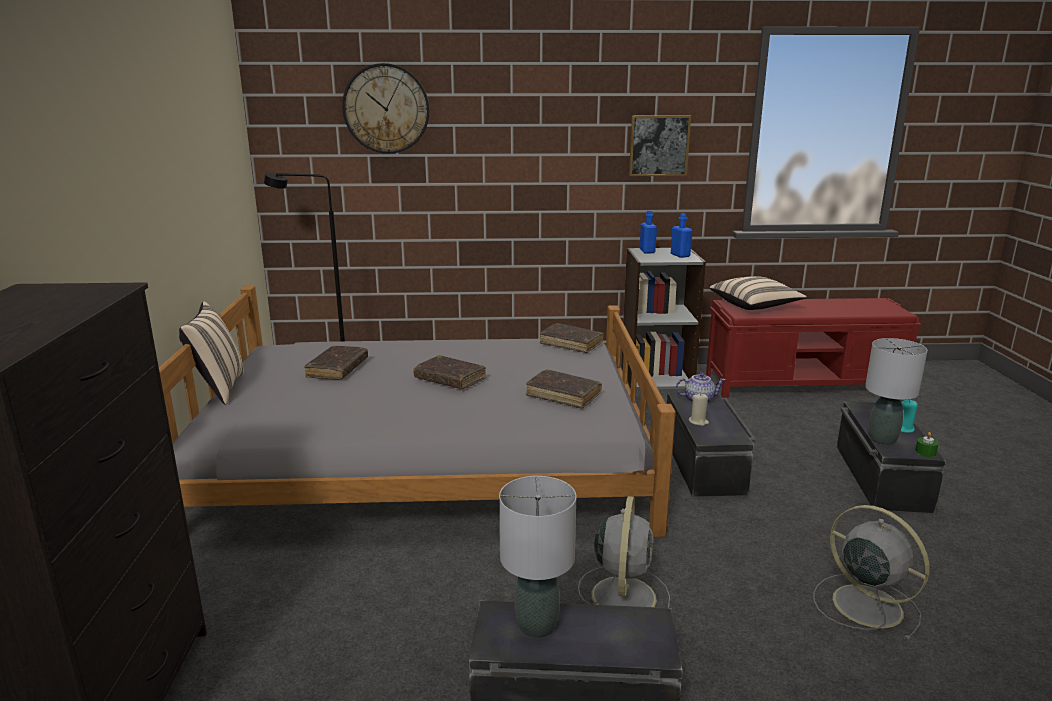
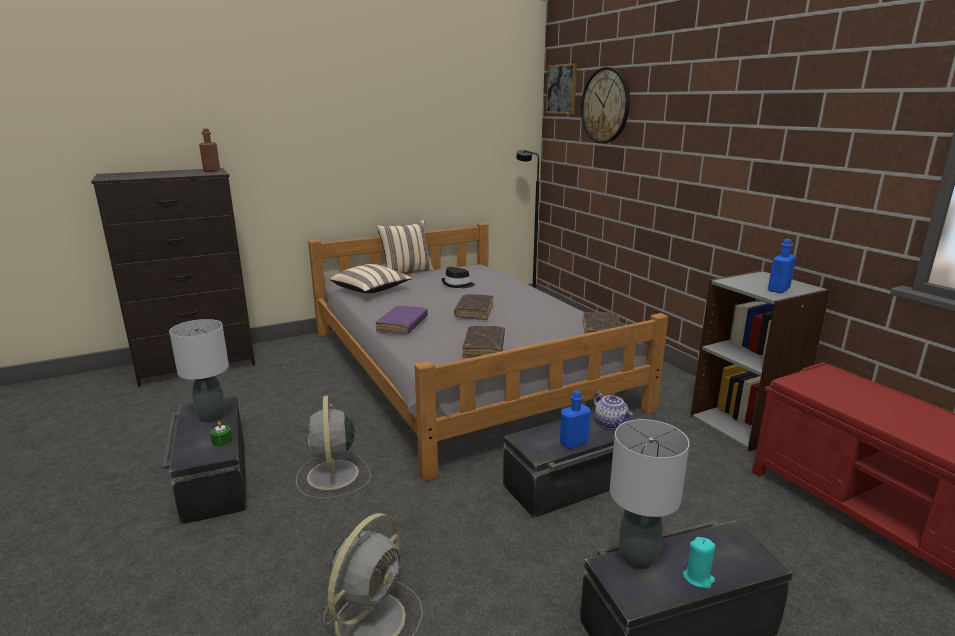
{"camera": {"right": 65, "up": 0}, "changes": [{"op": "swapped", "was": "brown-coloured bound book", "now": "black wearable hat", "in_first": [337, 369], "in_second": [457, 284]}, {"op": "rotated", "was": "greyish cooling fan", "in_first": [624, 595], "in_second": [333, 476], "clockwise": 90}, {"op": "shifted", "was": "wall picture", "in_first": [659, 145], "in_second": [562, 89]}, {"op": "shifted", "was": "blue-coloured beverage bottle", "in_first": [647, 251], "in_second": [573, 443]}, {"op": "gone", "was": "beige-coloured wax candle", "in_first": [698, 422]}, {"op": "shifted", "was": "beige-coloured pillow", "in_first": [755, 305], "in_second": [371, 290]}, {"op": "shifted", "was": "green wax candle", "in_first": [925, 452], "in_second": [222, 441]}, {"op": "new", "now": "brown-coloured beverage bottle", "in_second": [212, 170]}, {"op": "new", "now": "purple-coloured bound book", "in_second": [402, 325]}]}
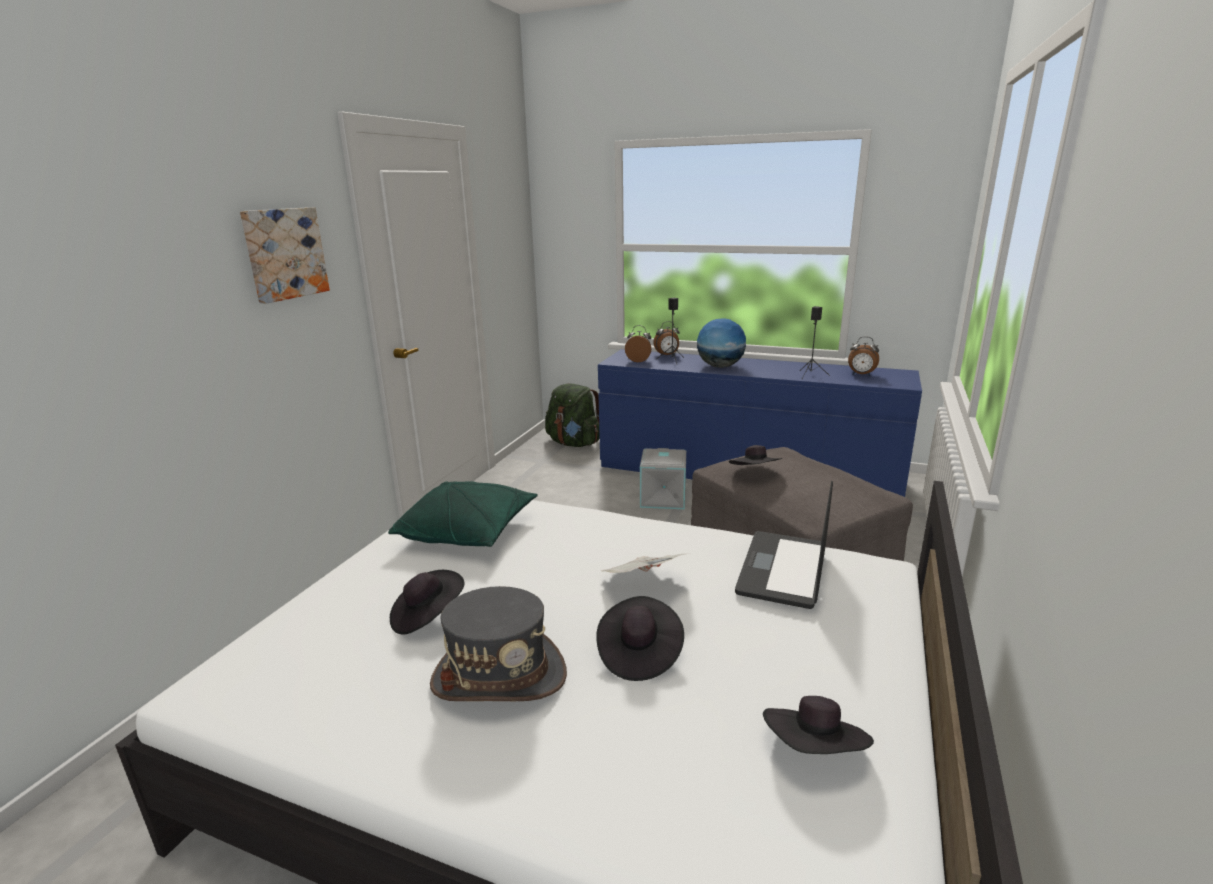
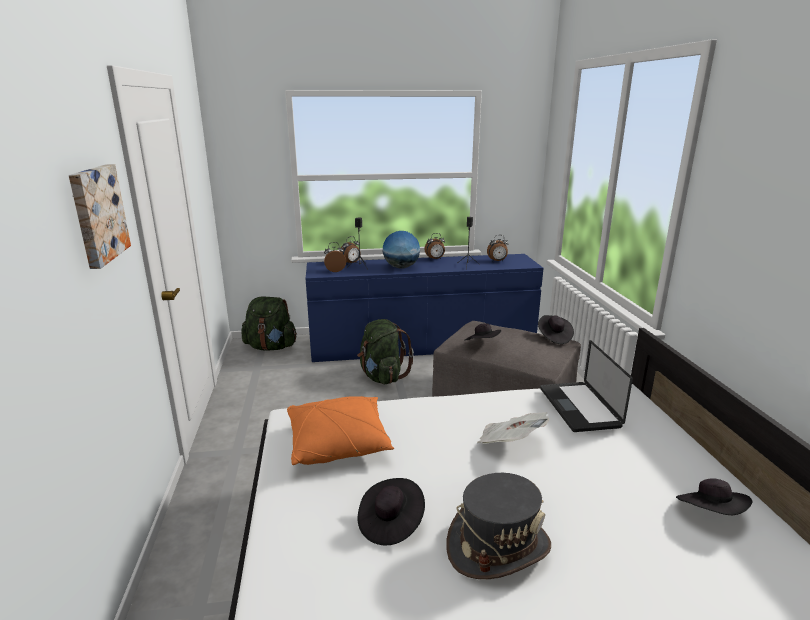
{"camera": {"right": -30, "up": 0}, "changes": [{"op": "repainted", "was": "green pillow", "now": "orangey pillow", "in_first": [468, 531], "in_second": [338, 443]}, {"op": "shifted", "was": "black wearable hat", "in_first": [639, 654], "in_second": [554, 337]}, {"op": "swapped", "was": "greyish storage bin", "now": "green rucksack", "in_first": [664, 498], "in_second": [382, 377]}, {"op": "new", "now": "bedside clock", "in_second": [435, 259]}]}
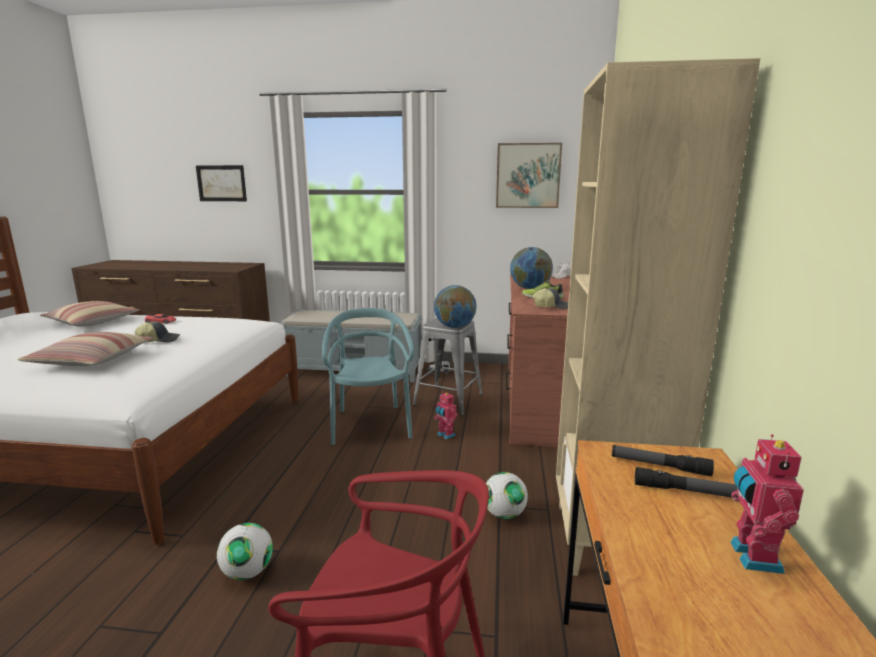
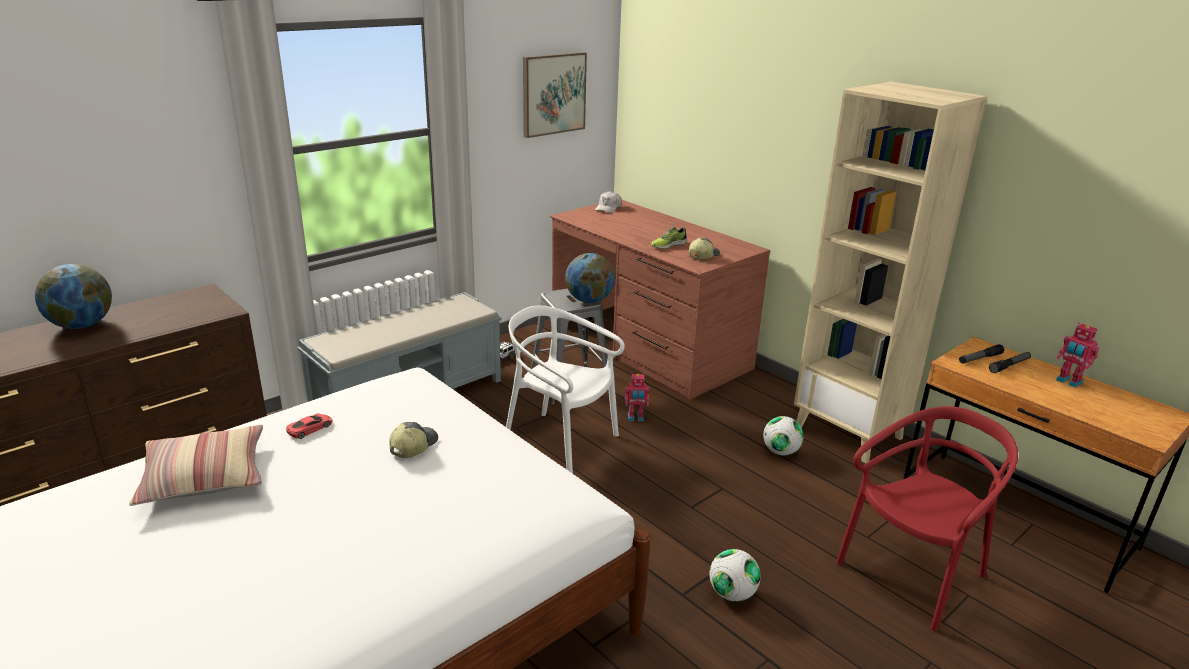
{"camera": {"right": -50, "up": 10}, "changes": [{"op": "gone", "was": "pillow", "in_first": [91, 360]}, {"op": "gone", "was": "wall picture", "in_first": [221, 183]}, {"op": "repainted", "was": "turquoise upright chair", "now": "white upright chair", "in_first": [370, 425], "in_second": [560, 443]}, {"op": "shifted", "was": "globe", "in_first": [530, 288], "in_second": [82, 325]}]}
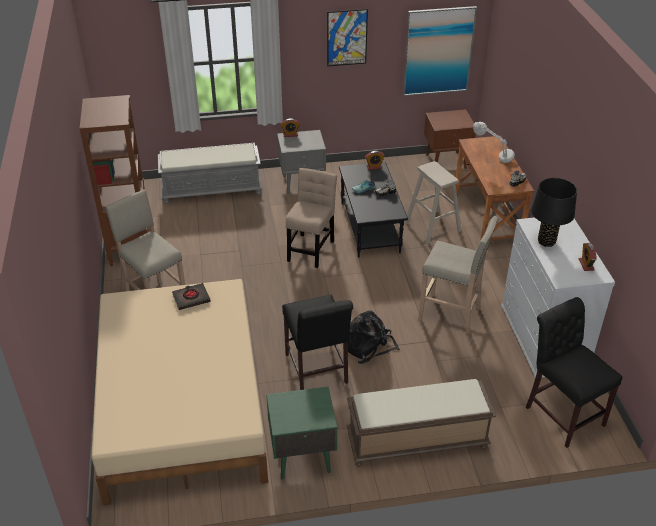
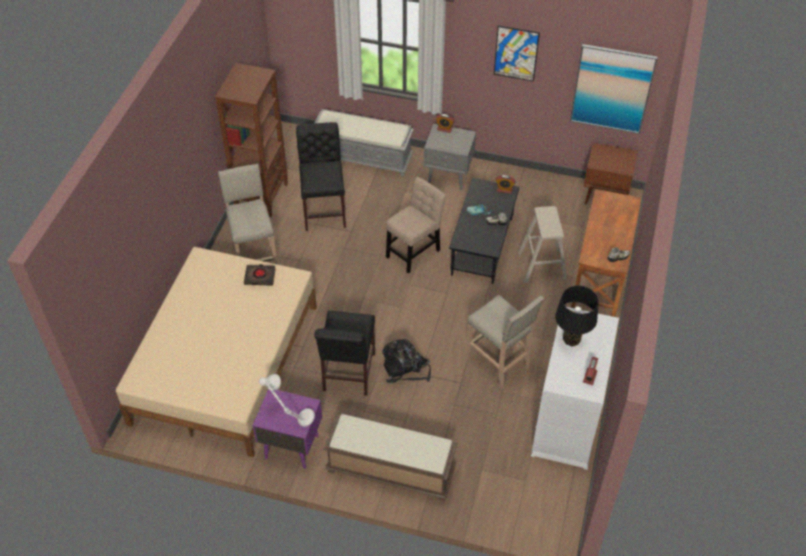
{"camera": {"right": 25, "up": 10}, "changes": [{"op": "repainted", "was": "green nightstand", "now": "purple-coloured nightstand", "in_first": [301, 456], "in_second": [291, 446]}, {"op": "shifted", "was": "greyish tabletop lamp", "in_first": [491, 161], "in_second": [289, 416]}, {"op": "shifted", "was": "black upright chair", "in_first": [562, 413], "in_second": [324, 210]}]}
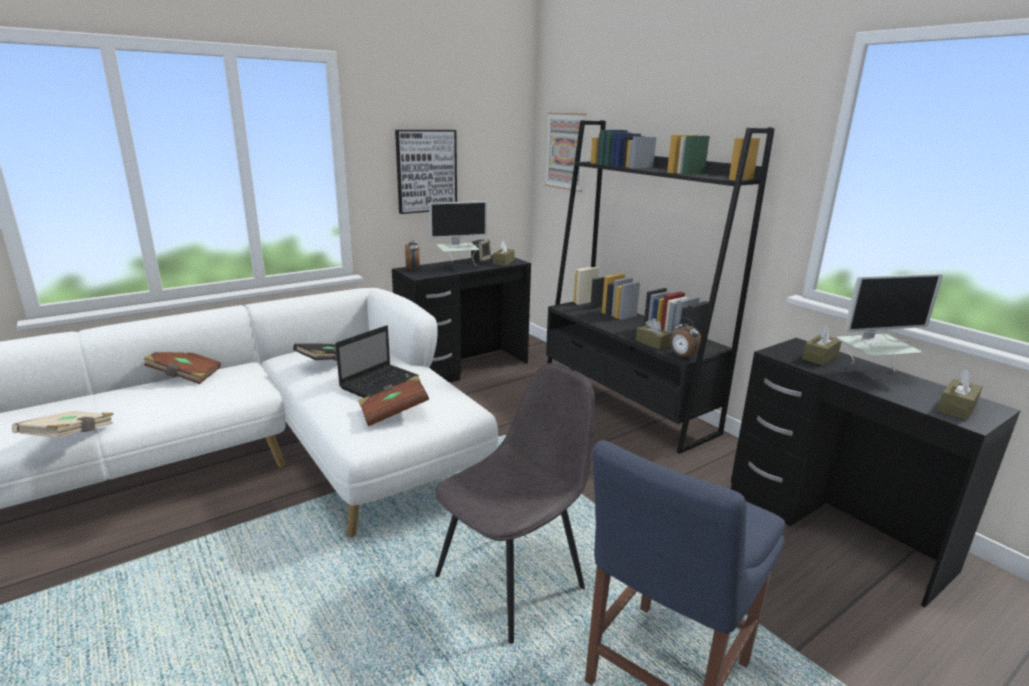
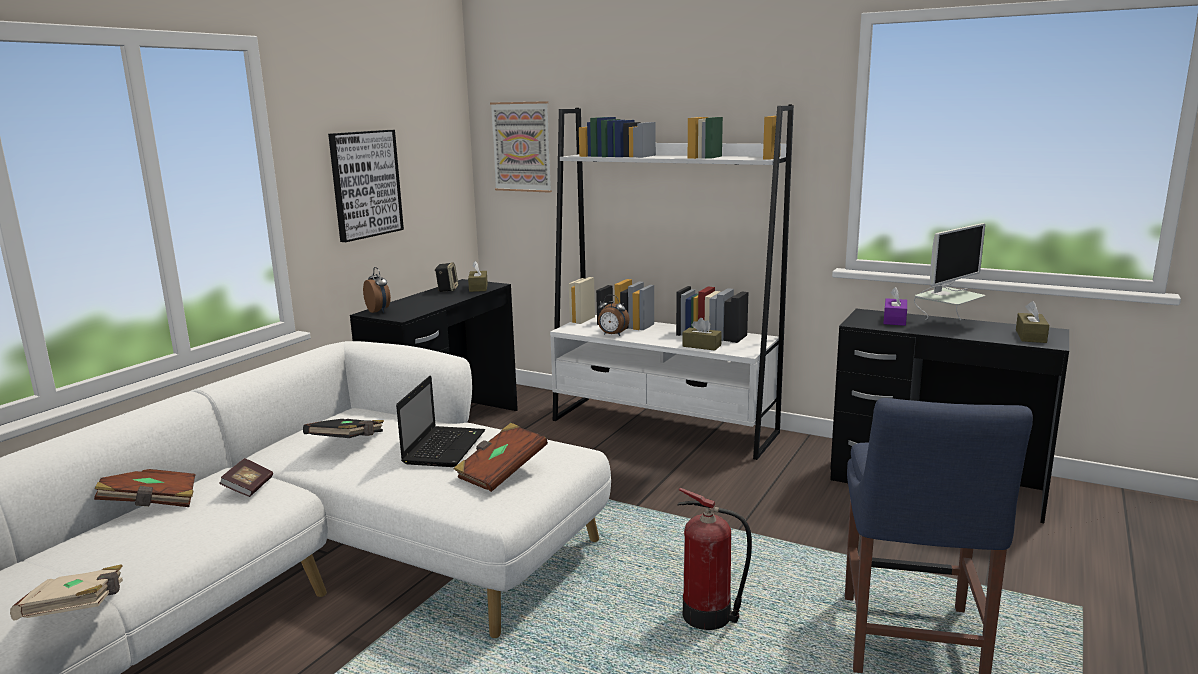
{"camera": {"right": -25, "up": -5}, "changes": [{"op": "gone", "was": "computer display", "in_first": [458, 267]}, {"op": "swapped", "was": "greyish upright chair", "now": "fire extinguisher", "in_first": [512, 580], "in_second": [709, 617]}, {"op": "repainted", "was": "black bookshelf", "now": "white bookshelf", "in_first": [626, 403], "in_second": [663, 426]}, {"op": "shifted", "was": "bedside clock", "in_first": [682, 356], "in_second": [612, 335]}, {"op": "repainted", "was": "brown-coloured box of tissues", "now": "purple-coloured box of tissues", "in_first": [820, 357], "in_second": [894, 320]}, {"op": "new", "now": "bound book", "in_second": [248, 488]}]}
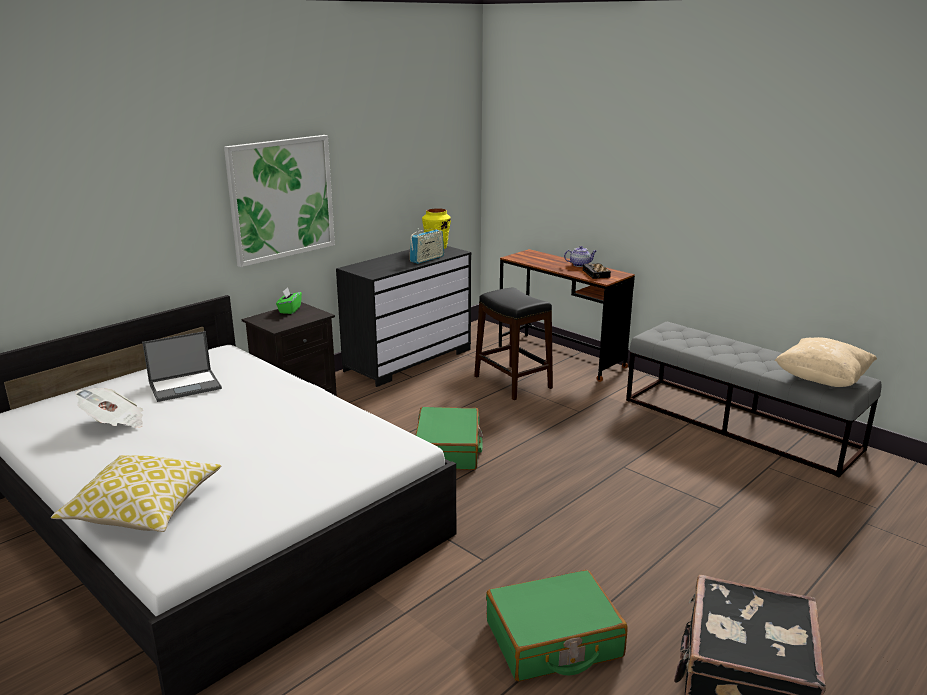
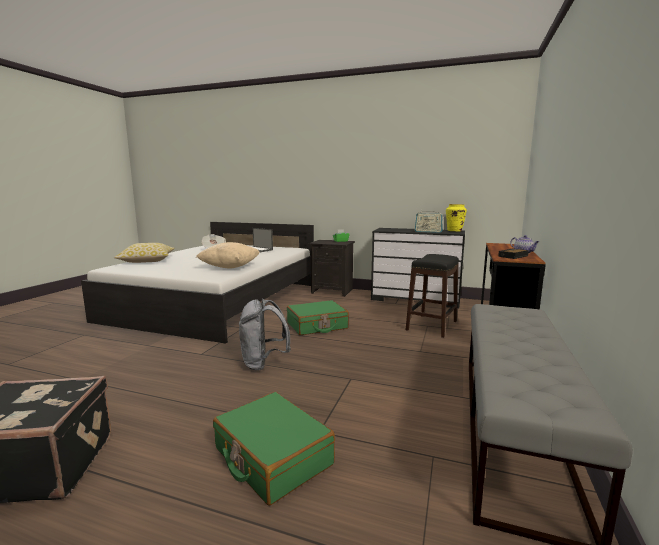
{"camera": {"right": 65, "up": -10}, "changes": [{"op": "gone", "was": "wall picture", "in_first": [281, 199]}, {"op": "shifted", "was": "green suitcase", "in_first": [553, 640], "in_second": [272, 457]}, {"op": "shifted", "was": "beige-coloured pillow", "in_first": [821, 380], "in_second": [230, 267]}, {"op": "new", "now": "greyish rucksack", "in_second": [263, 363]}]}
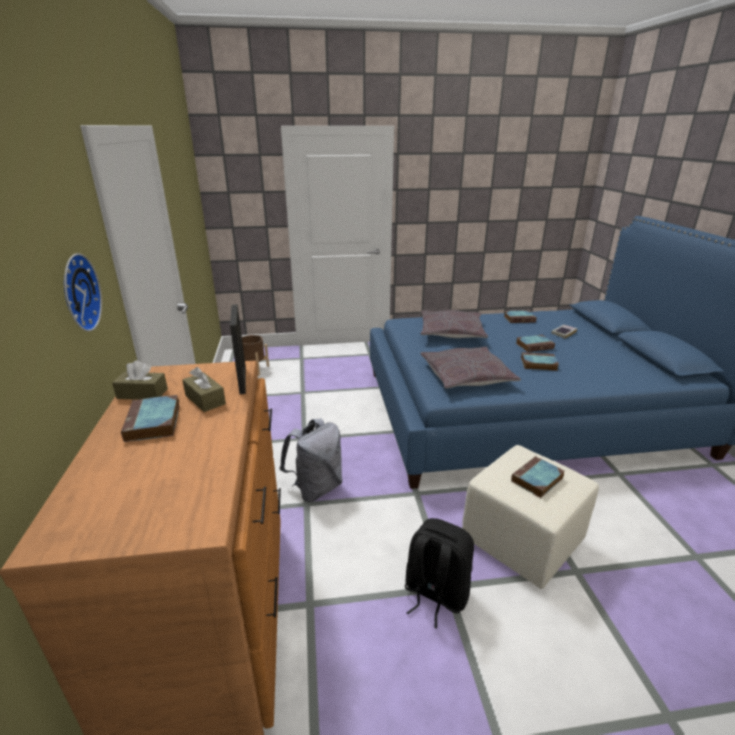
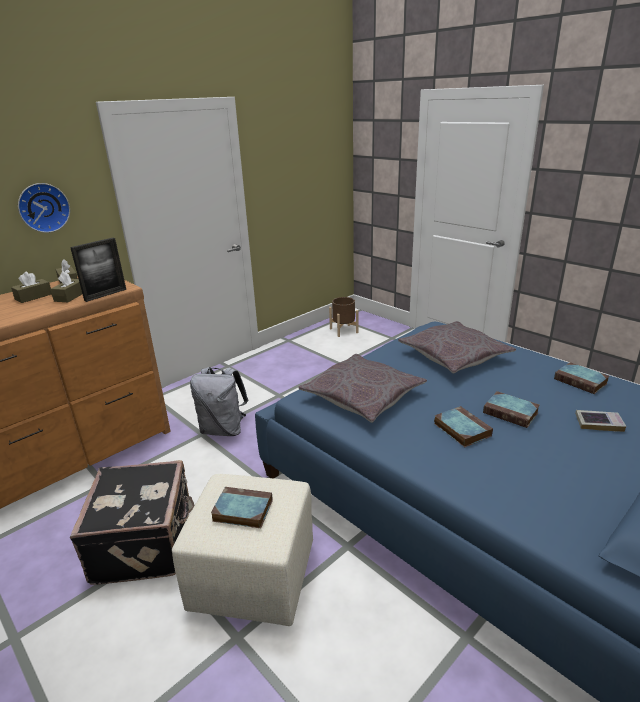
{"camera": {"right": 55, "up": 0}, "changes": [{"op": "swapped", "was": "bound book", "now": "brown-coloured box of tissues", "in_first": [154, 423], "in_second": [34, 297]}, {"op": "swapped", "was": "black rucksack", "now": "black suitcase", "in_first": [435, 594], "in_second": [146, 543]}]}
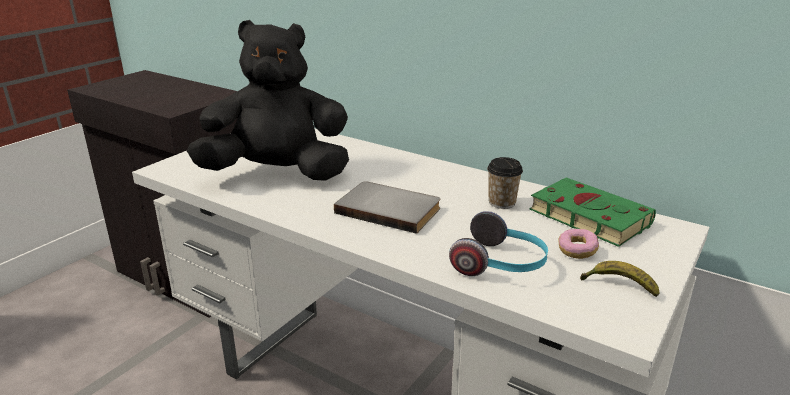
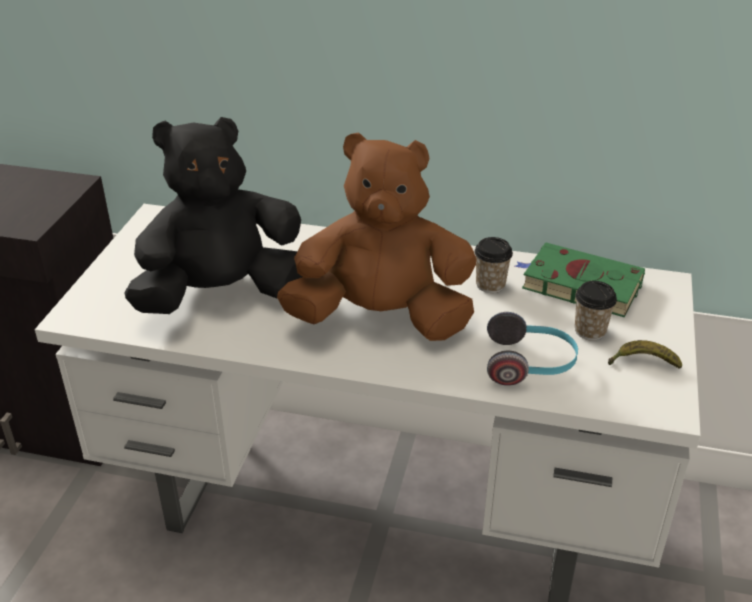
{"camera": {"right": -20, "up": 10}, "changes": [{"op": "swapped", "was": "greyish bound book", "now": "brown-coloured cuddly toy", "in_first": [390, 209], "in_second": [382, 319]}, {"op": "swapped", "was": "doughnut", "now": "drinking cup", "in_first": [577, 251], "in_second": [590, 331]}]}
